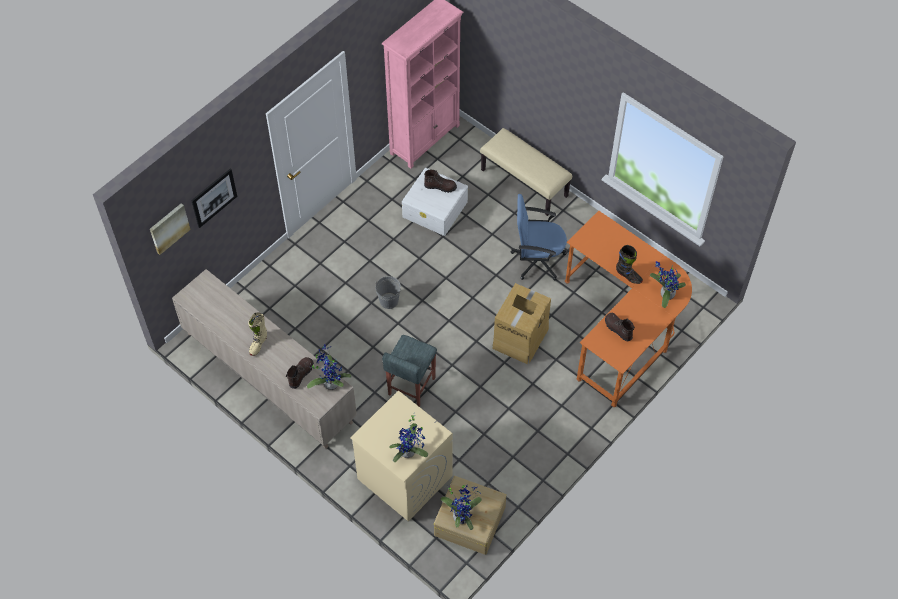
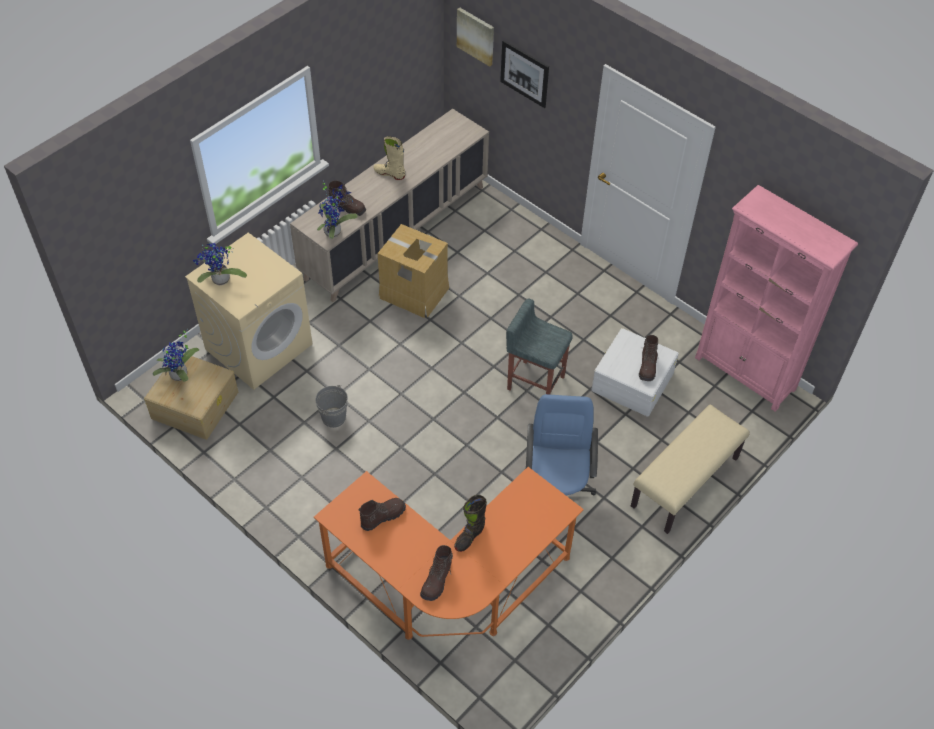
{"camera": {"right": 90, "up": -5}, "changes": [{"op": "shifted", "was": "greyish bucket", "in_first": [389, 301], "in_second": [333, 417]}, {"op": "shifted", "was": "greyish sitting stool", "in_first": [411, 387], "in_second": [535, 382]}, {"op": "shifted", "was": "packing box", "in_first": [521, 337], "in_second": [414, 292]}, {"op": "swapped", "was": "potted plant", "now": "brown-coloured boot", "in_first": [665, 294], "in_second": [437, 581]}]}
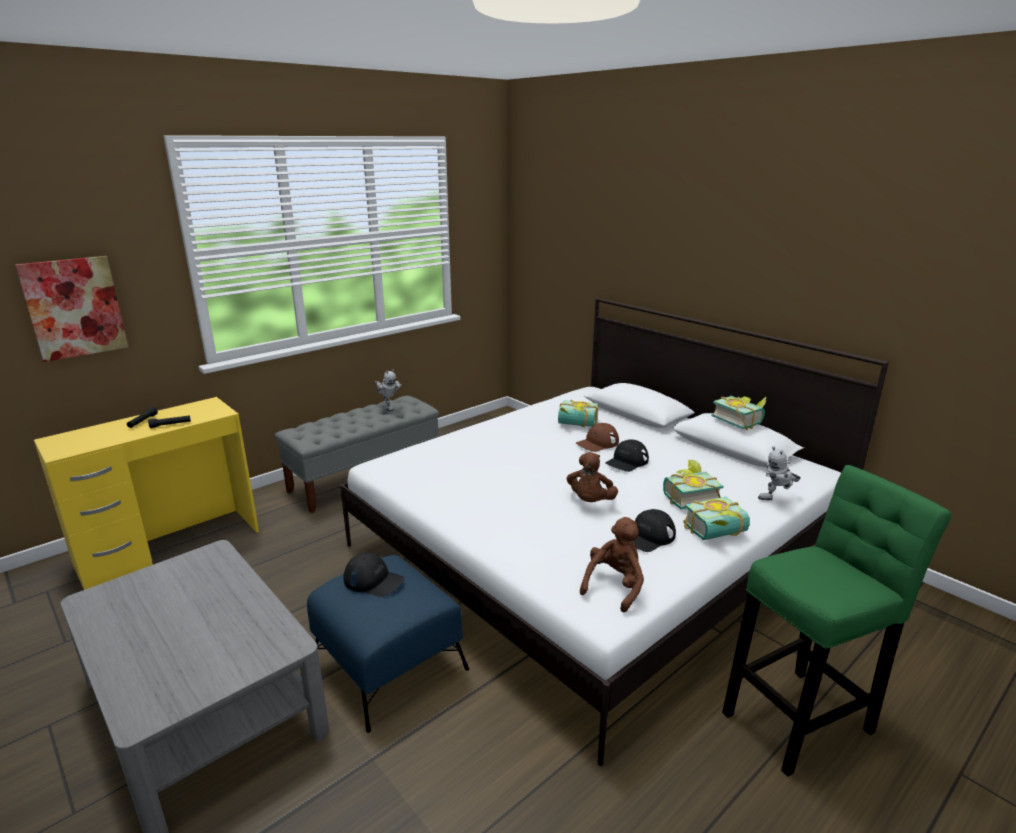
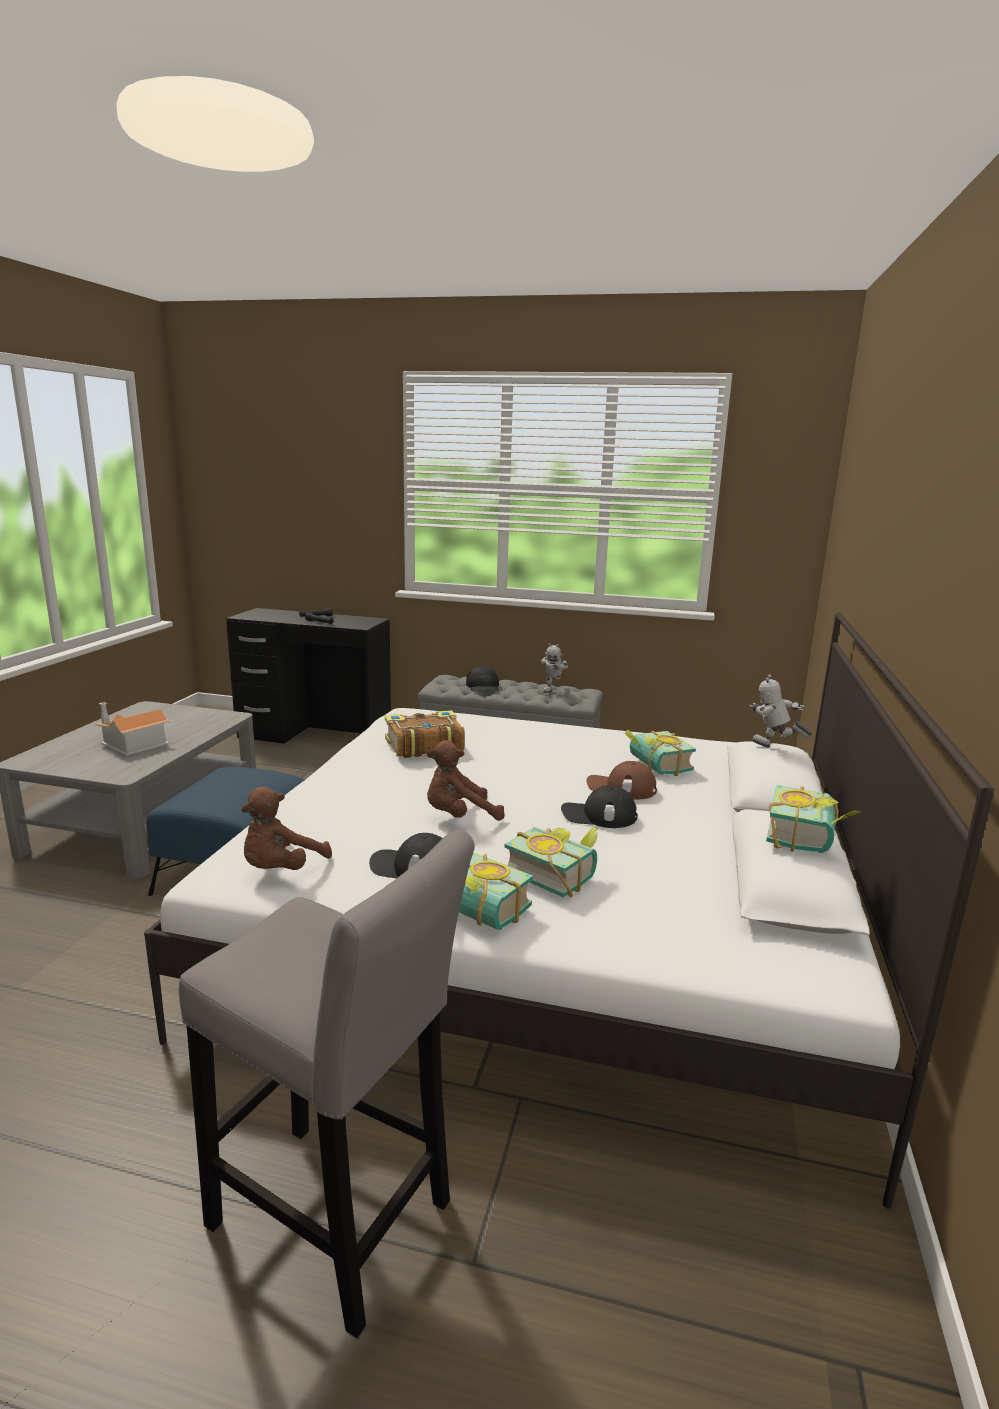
{"camera": {"right": 55, "up": -5}, "changes": [{"op": "gone", "was": "wall picture", "in_first": [74, 307]}, {"op": "repainted", "was": "yellow desk table", "now": "black desk table", "in_first": [170, 547], "in_second": [315, 737]}, {"op": "shifted", "was": "black baseball cap", "in_first": [373, 580], "in_second": [483, 686]}, {"op": "rotated", "was": "brown-coloured cuddly toy", "in_first": [614, 586], "in_second": [281, 869], "clockwise": 120}, {"op": "repainted", "was": "green sitting stool", "now": "greyish sitting stool", "in_first": [802, 718], "in_second": [338, 1224]}, {"op": "shifted", "was": "toy robot", "in_first": [776, 499], "in_second": [773, 749]}, {"op": "new", "now": "toy house", "in_second": [131, 745]}, {"op": "new", "now": "bound book", "in_second": [423, 745]}]}
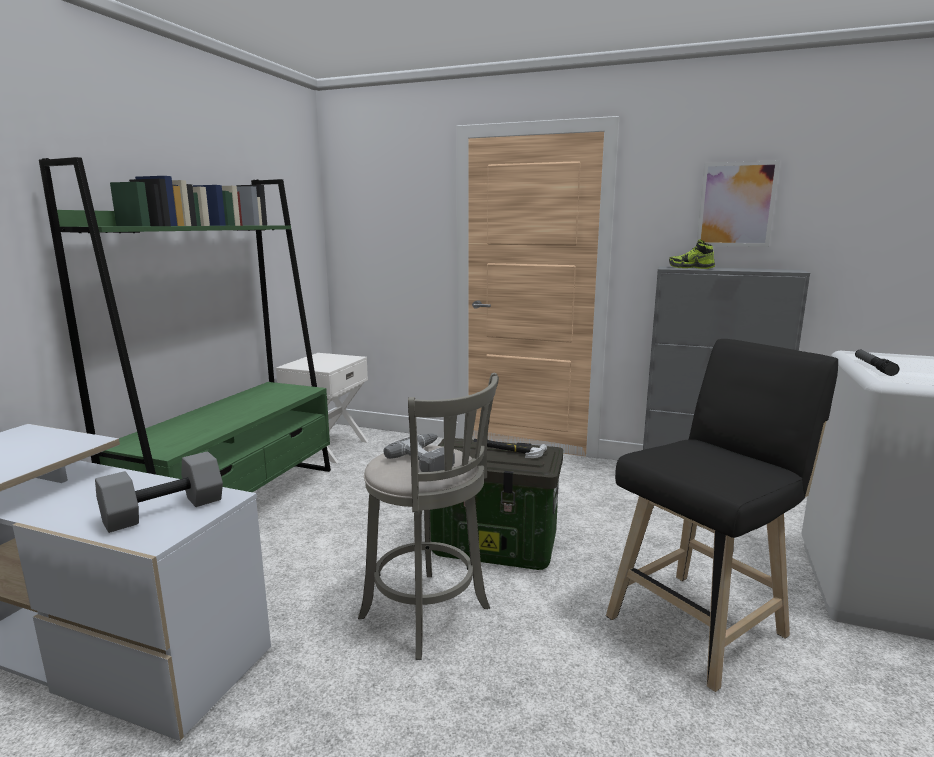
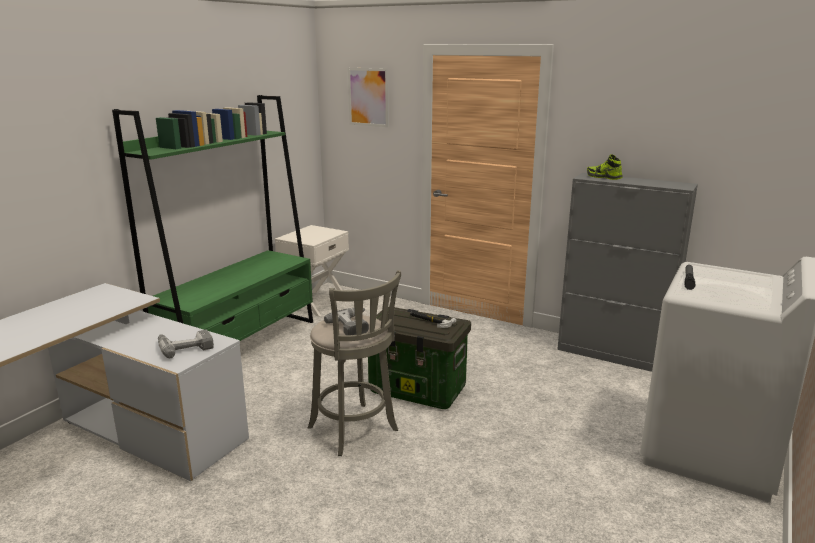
{"camera": {"right": 10, "up": 5}, "changes": [{"op": "swapped", "was": "greyish free weight", "now": "electric drill", "in_first": [165, 510], "in_second": [184, 346]}, {"op": "gone", "was": "black sitting stool", "in_first": [701, 623]}, {"op": "shifted", "was": "wall picture", "in_first": [736, 204], "in_second": [368, 97]}]}
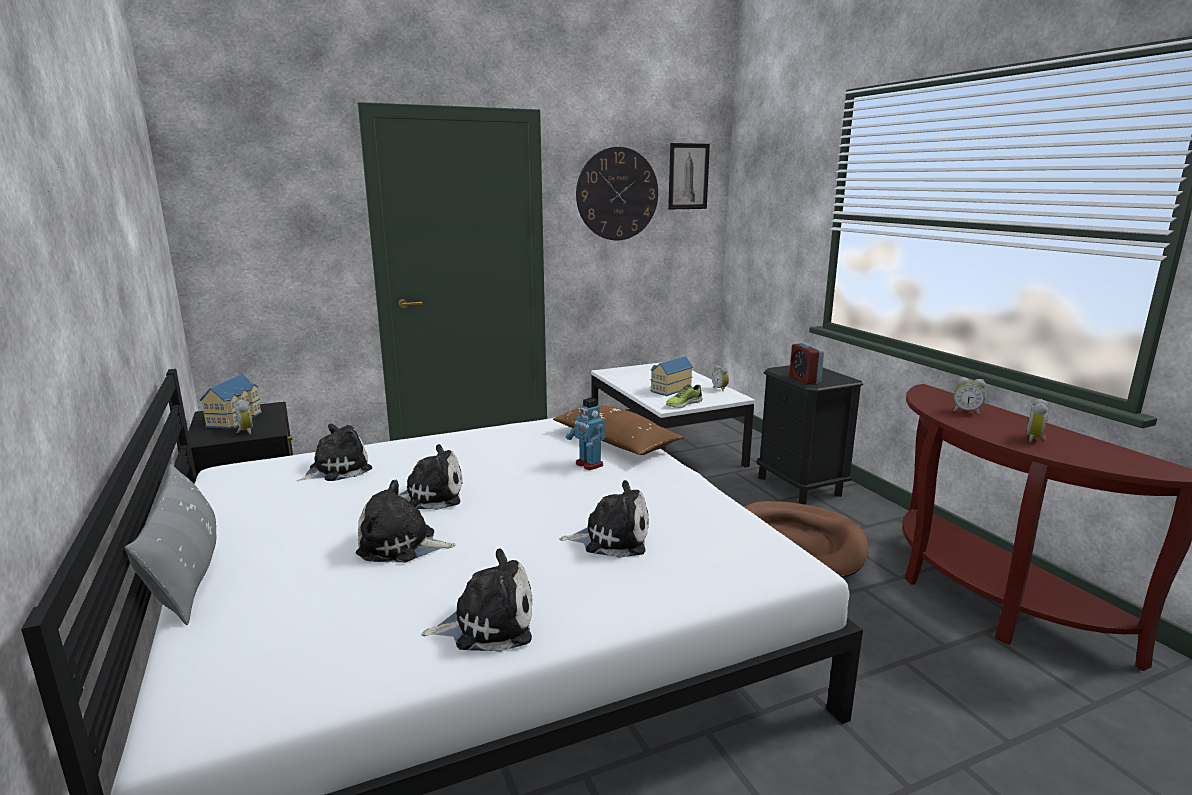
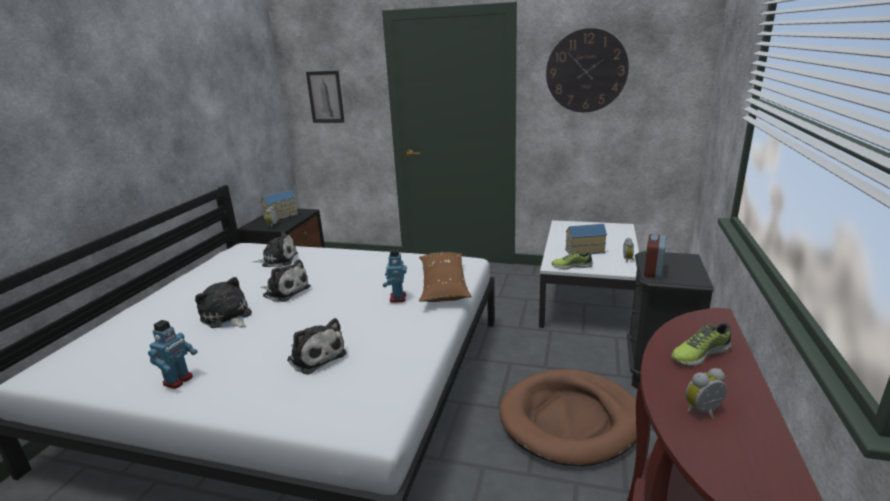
{"camera": {"right": 40, "up": 5}, "changes": [{"op": "gone", "was": "greyish pillow", "in_first": [187, 573]}, {"op": "swapped", "was": "cuddly toy", "now": "toy robot", "in_first": [488, 624], "in_second": [178, 380]}, {"op": "shifted", "was": "wall picture", "in_first": [688, 176], "in_second": [325, 97]}, {"op": "swapped", "was": "bedside clock", "now": "shoe", "in_first": [966, 411], "in_second": [699, 354]}]}
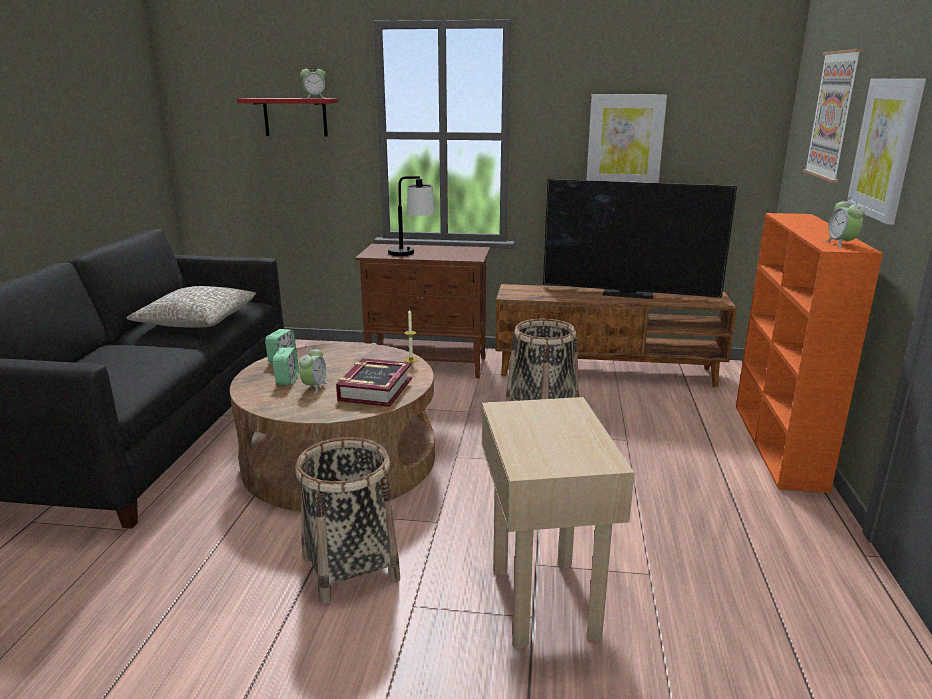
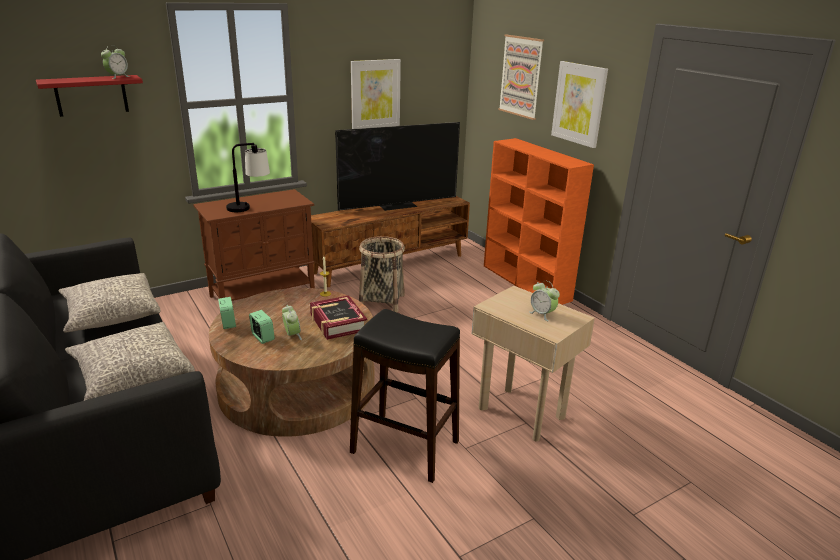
{"camera": {"right": -40, "up": 5}, "changes": [{"op": "swapped", "was": "household basket", "now": "black sitting stool", "in_first": [350, 568], "in_second": [404, 447]}, {"op": "shifted", "was": "bedside clock", "in_first": [841, 243], "in_second": [542, 314]}, {"op": "new", "now": "greyish pillow", "in_second": [132, 374]}]}
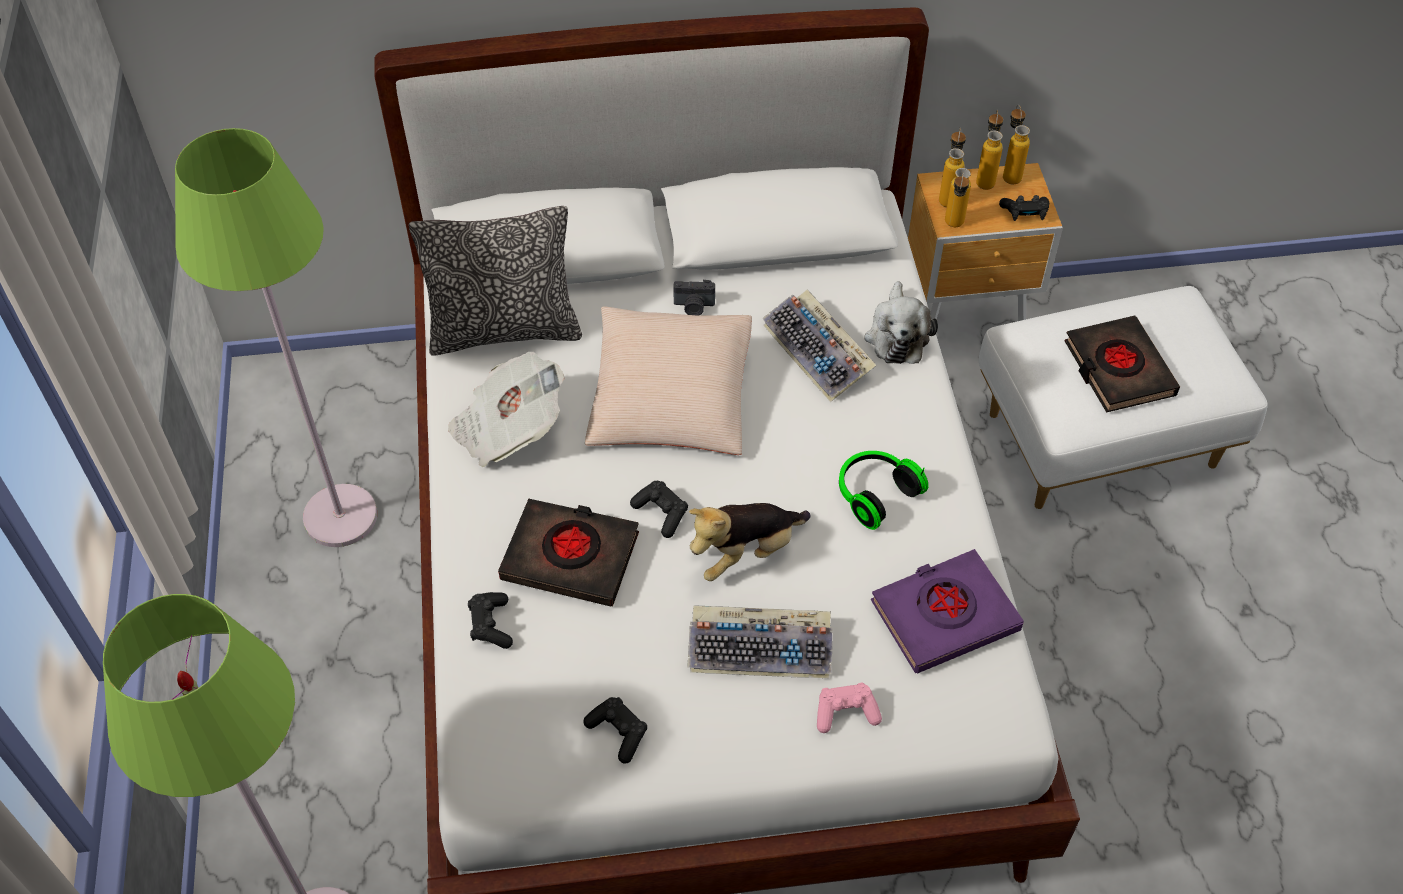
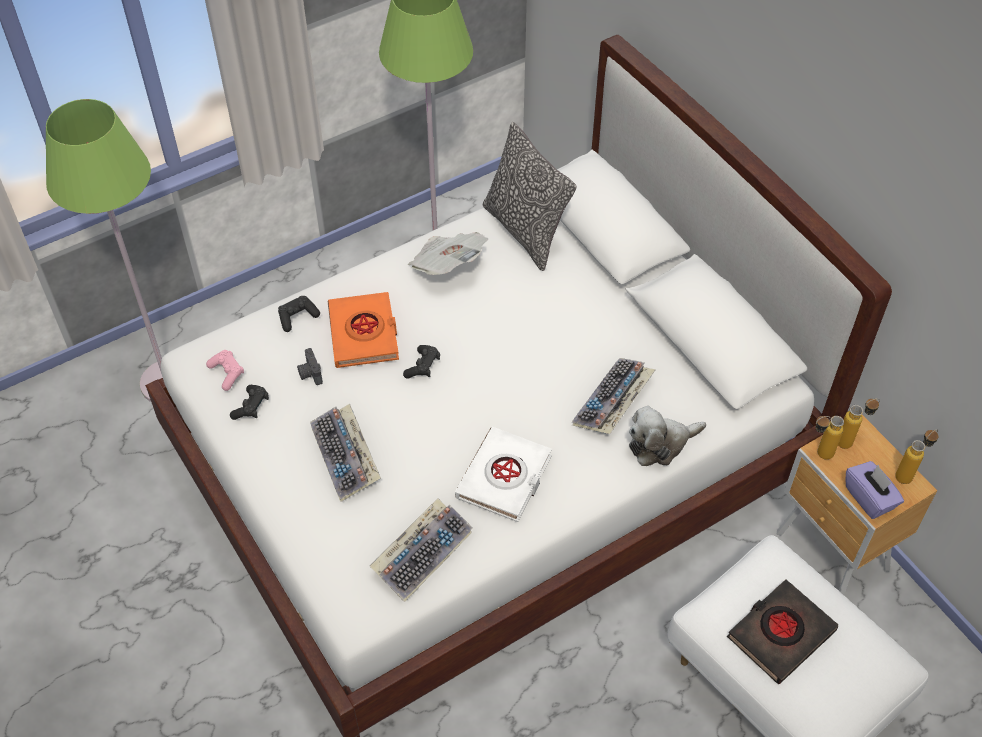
{"camera": {"right": 65, "up": 0}, "changes": [{"op": "repainted", "was": "black bound book", "now": "orangey bound book", "in_first": [571, 557], "in_second": [364, 334]}, {"op": "gone", "was": "beige-coloured pillow", "in_first": [670, 399]}, {"op": "shifted", "was": "still camera", "in_first": [694, 307], "in_second": [310, 374]}, {"op": "gone", "was": "cuddly toy", "in_first": [745, 553]}, {"op": "shifted", "was": "pink game controller", "in_first": [845, 713], "in_second": [227, 373]}, {"op": "swapped", "was": "headset", "now": "white bound book", "in_first": [874, 494], "in_second": [504, 478]}, {"op": "swapped", "was": "purple-coloured bound book", "now": "computer keyboard", "in_first": [944, 615], "in_second": [422, 552]}, {"op": "gone", "was": "beverage bottle", "in_first": [985, 178]}, {"op": "swapped", "was": "black game controller", "now": "purple-coloured box of tissues", "in_first": [1024, 213], "in_second": [869, 498]}]}
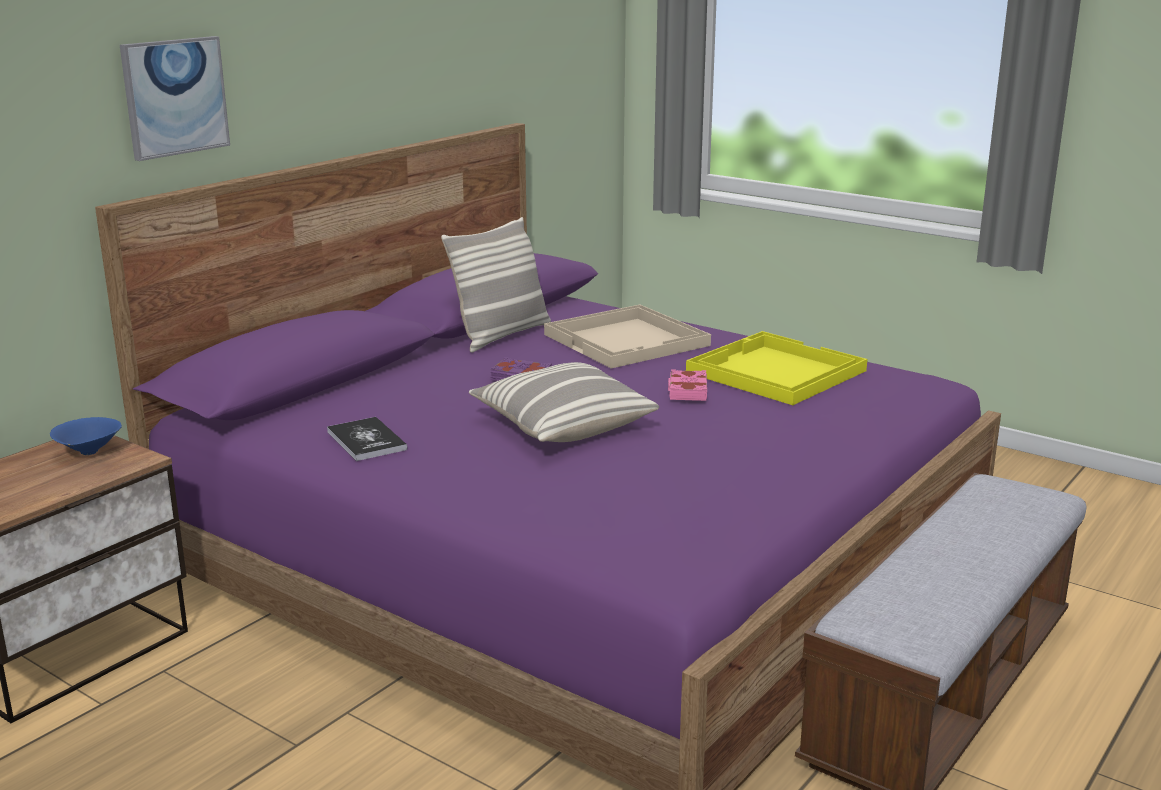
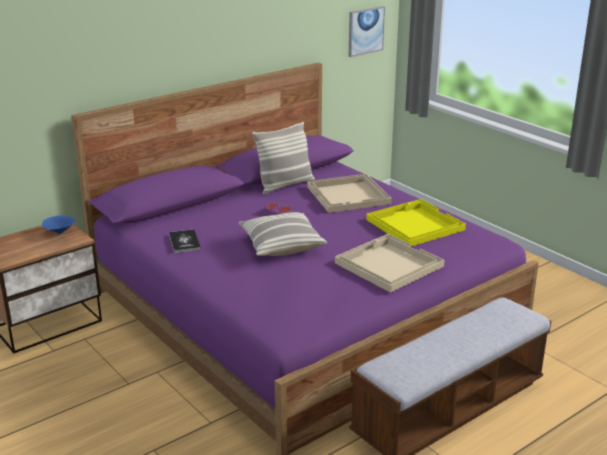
{"camera": {"right": 15, "up": 5}, "changes": [{"op": "shifted", "was": "wall picture", "in_first": [175, 97], "in_second": [365, 31]}, {"op": "gone", "was": "pink bound book", "in_first": [687, 391]}, {"op": "new", "now": "beige-coloured tray", "in_second": [387, 264]}]}
